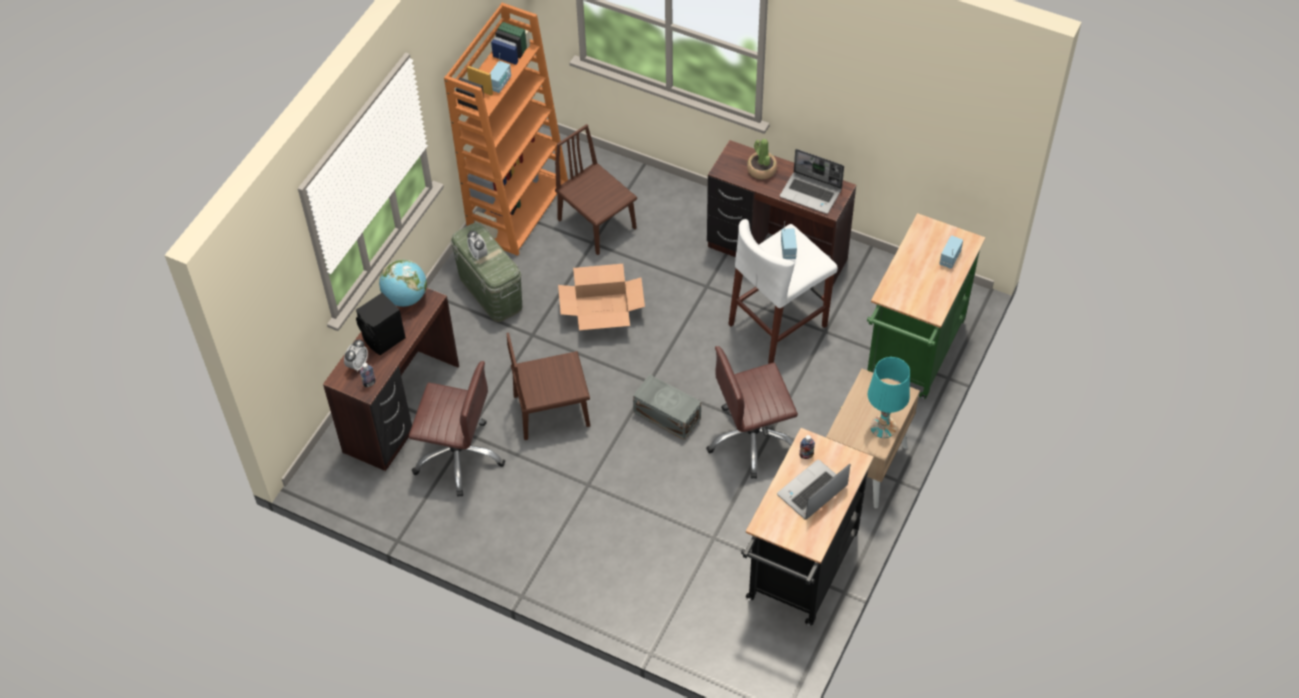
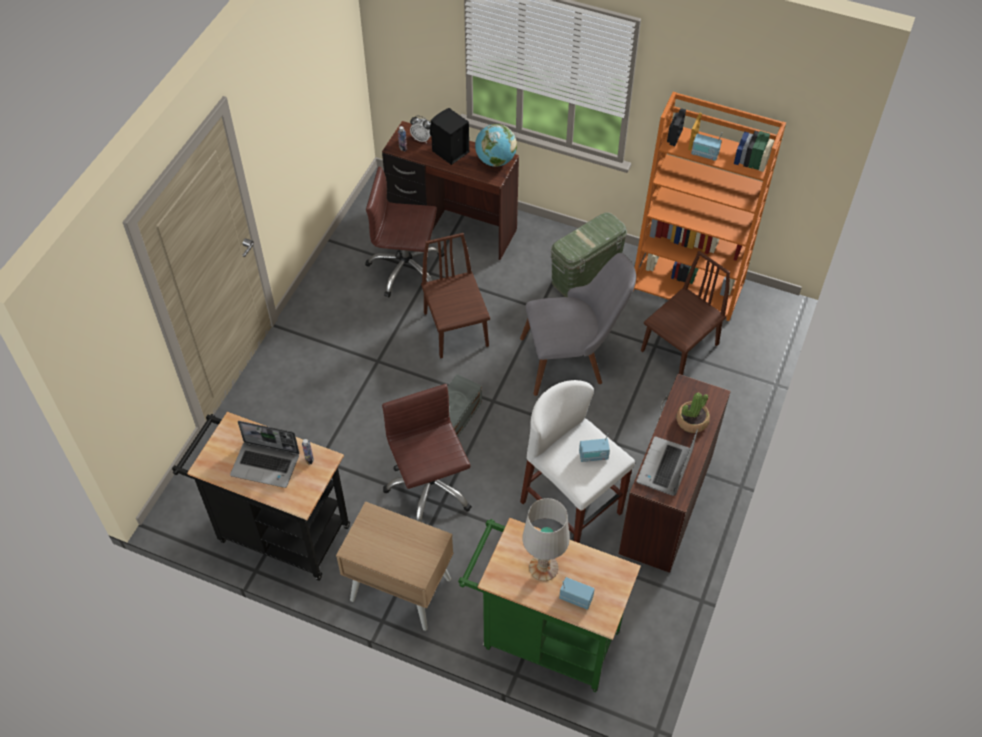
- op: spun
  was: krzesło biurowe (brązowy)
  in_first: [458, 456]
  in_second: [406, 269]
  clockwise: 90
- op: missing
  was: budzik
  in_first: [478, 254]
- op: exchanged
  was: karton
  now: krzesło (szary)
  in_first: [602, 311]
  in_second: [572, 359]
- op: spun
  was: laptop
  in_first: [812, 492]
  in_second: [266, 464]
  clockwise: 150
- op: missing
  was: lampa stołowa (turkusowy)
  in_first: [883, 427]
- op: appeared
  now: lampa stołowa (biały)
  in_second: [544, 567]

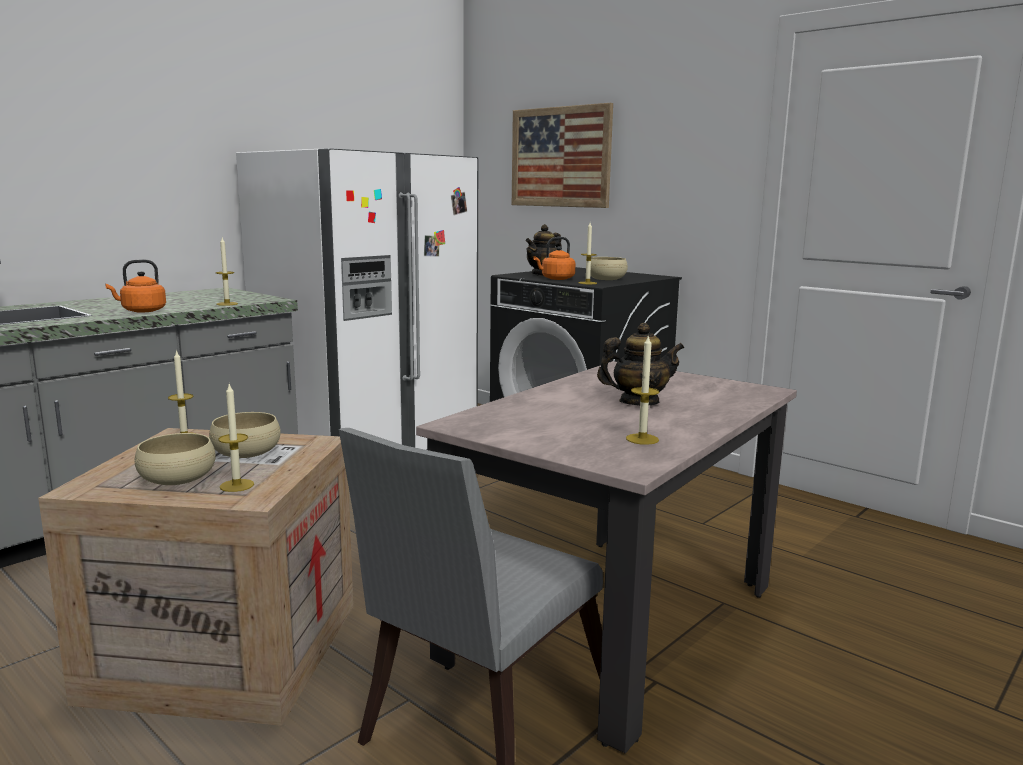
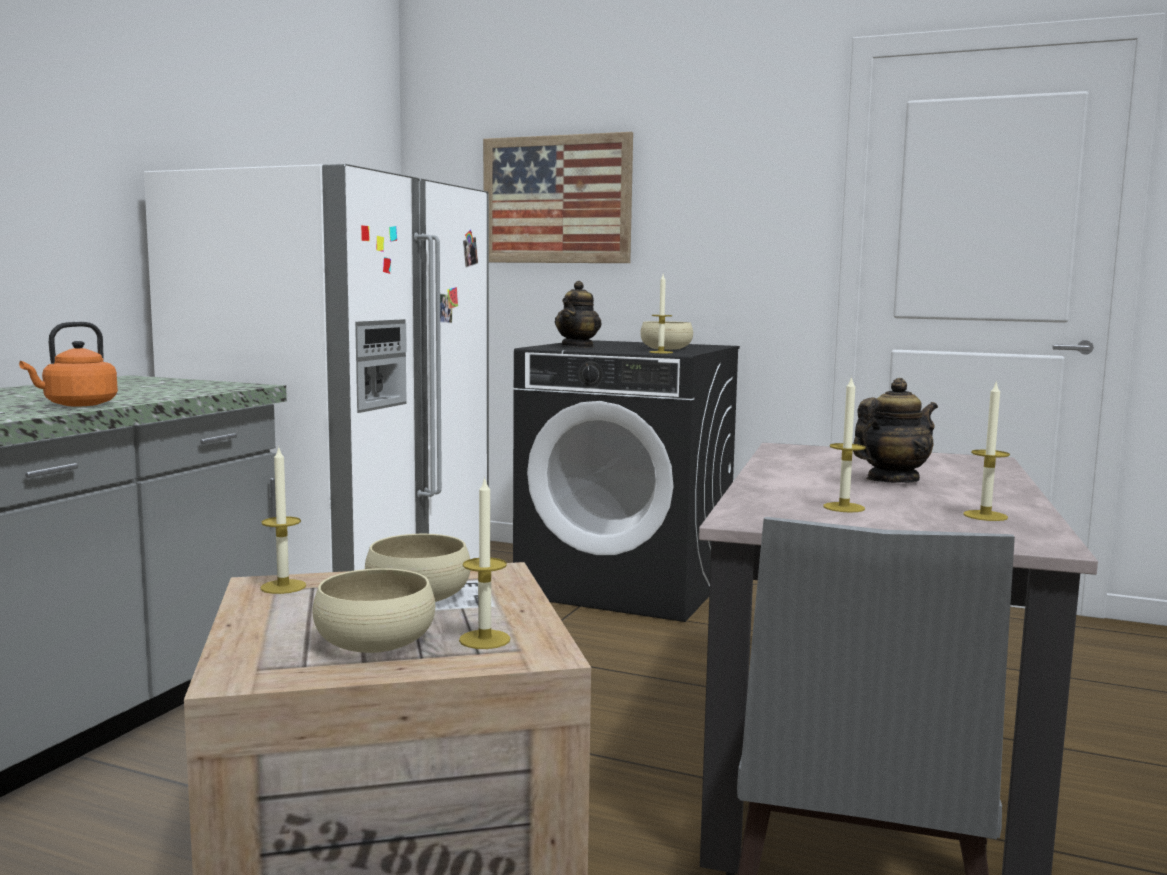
- op: relocated
  was: świeca
  in_first: [227, 304]
  in_second: [844, 507]
- op: missing
  was: czajnik (pomarańczowy)
  in_first: [556, 279]

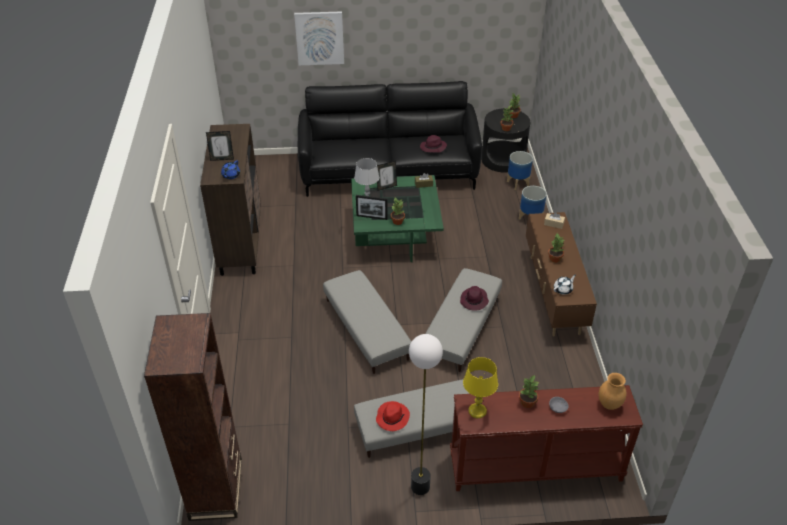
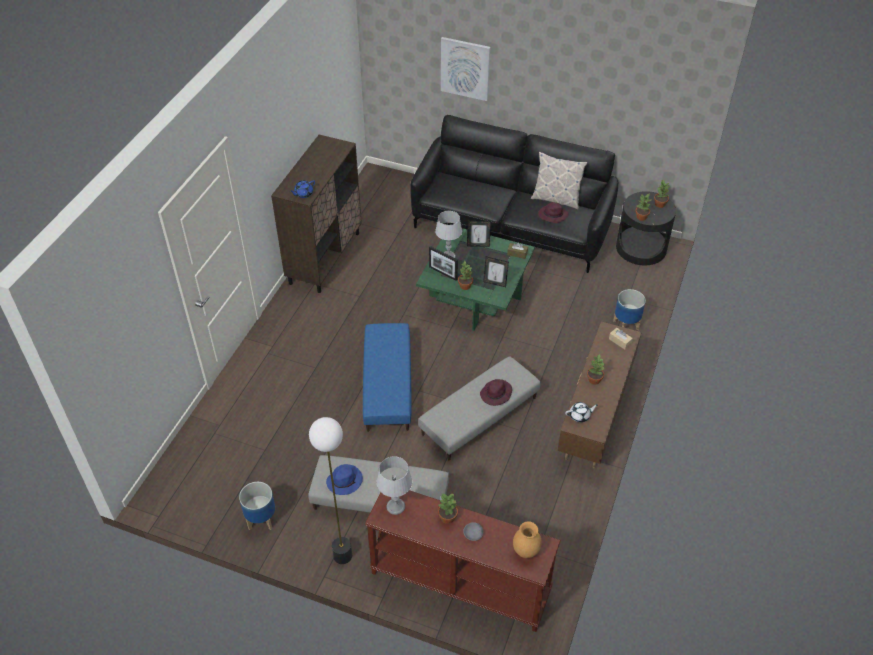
- op: missing
  was: regał (brązowy)
  in_first: [216, 489]
- op: relocated
  was: ramka na zdjęcie
  in_first: [222, 159]
  in_second: [495, 283]
- op: colour
  was: pufa (szary)
  now: pufa (niebieski)
  in_first: [366, 329]
  in_second: [387, 385]
- op: colour
  was: kapelusz (czerwony)
  now: kapelusz (niebieski)
  in_first: [392, 417]
  in_second: [345, 480]
- op: colour
  was: lampa stołowa (żółty)
  now: lampa stołowa (szary)
  in_first: [477, 411]
  in_second: [396, 506]
- op: relocated
  was: donica
  in_first: [518, 183]
  in_second: [261, 520]
- op: appeared
  now: poduszka
  in_second: [556, 199]

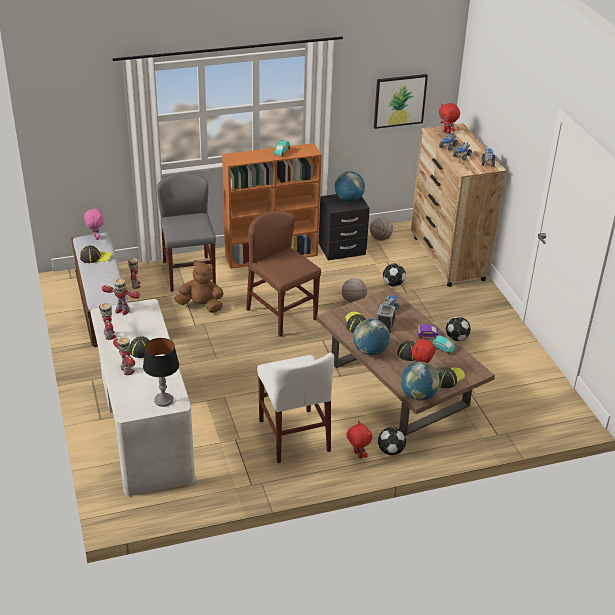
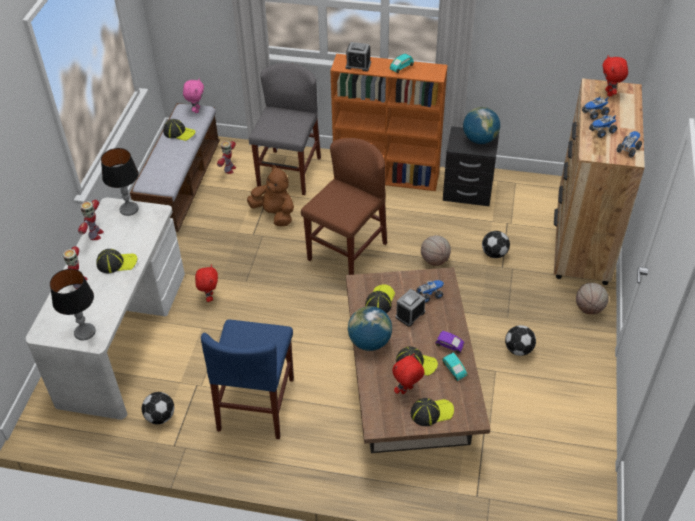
- op: exchanged
  was: robot zabawkowy
  now: lampa stołowa
  in_first: [122, 310]
  in_second: [129, 209]
- op: spun
  was: krzesło (brązowy)
  in_first: [281, 314]
  in_second: [347, 251]
  clockwise: 45
- op: colour
  was: krzesło (biały)
  now: krzesło (niebieski)
  in_first: [294, 435]
  in_second: [256, 404]
- op: relocated
  was: pluszak (czerwony)
  in_first: [357, 455]
  in_second: [209, 297]
- op: relocated
  was: piłka do koszykówki
  in_first: [380, 238]
  in_second: [589, 308]
- op: missing
  was: obraz
  in_first: [399, 100]
- op: relocated
  was: piłka futbolowa
  in_first: [390, 451]
  in_second: [160, 416]
- op: missing
  was: globus
  in_first: [418, 395]
- op: appeared
  now: budzik
  in_second: [358, 65]

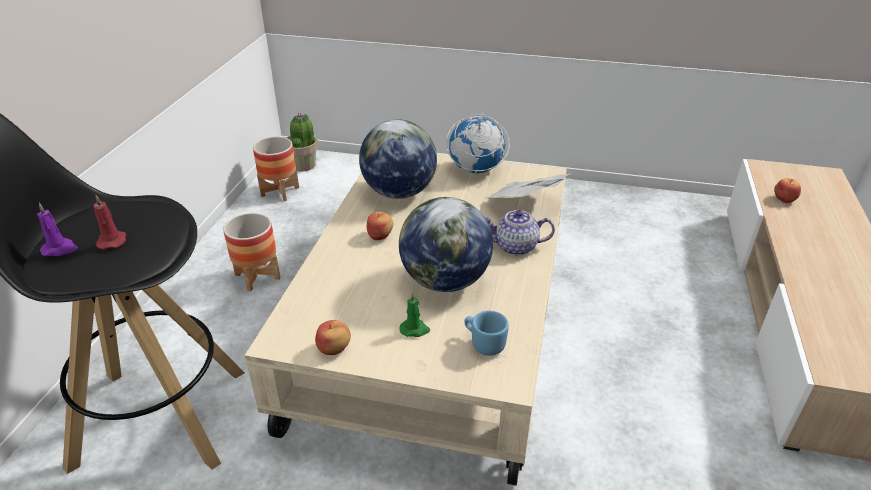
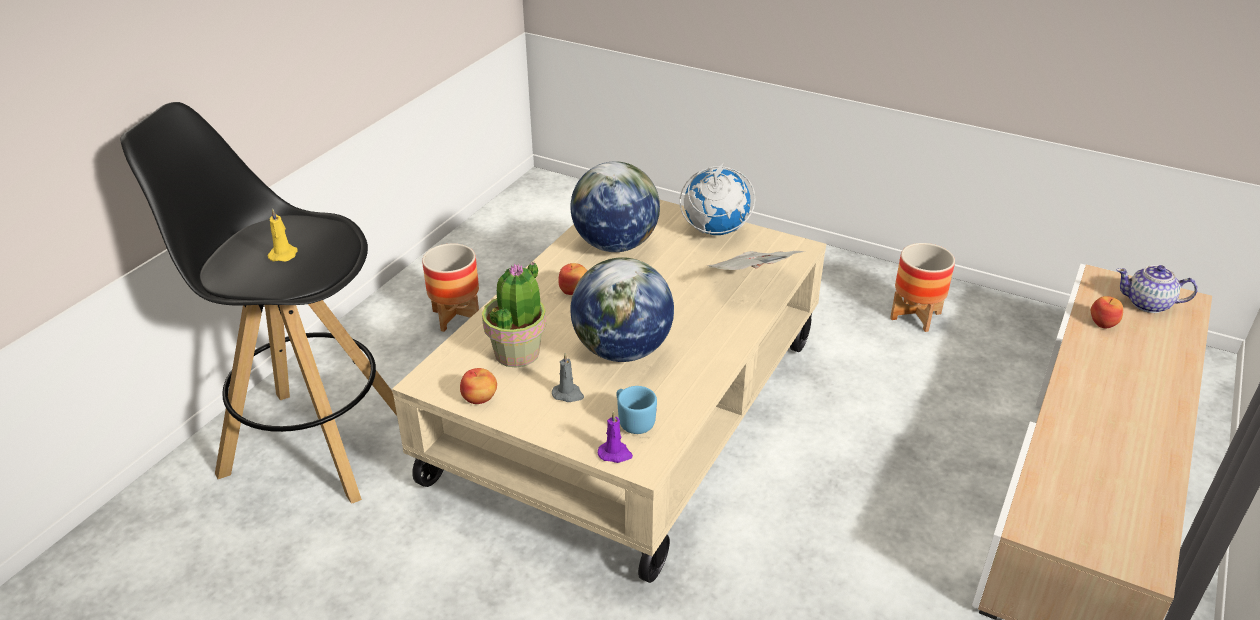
- op: relocated
  was: świeca (fioletowy)
  in_first: [60, 249]
  in_second: [615, 454]
- op: colour
  was: świeca (czerwony)
  now: świeca (żółty)
  in_first: [112, 240]
  in_second: [284, 254]
- op: relocated
  was: donica
  in_first: [280, 191]
  in_second: [915, 316]
- op: relocated
  was: roślina doniczkowa
  in_first: [304, 165]
  in_second: [518, 352]
- op: colour
  was: świeca (zielony)
  now: świeca (szary)
  in_first: [415, 329]
  in_second: [568, 394]
- op: relocated
  was: imbryk
  in_first: [516, 247]
  in_second: [1148, 304]

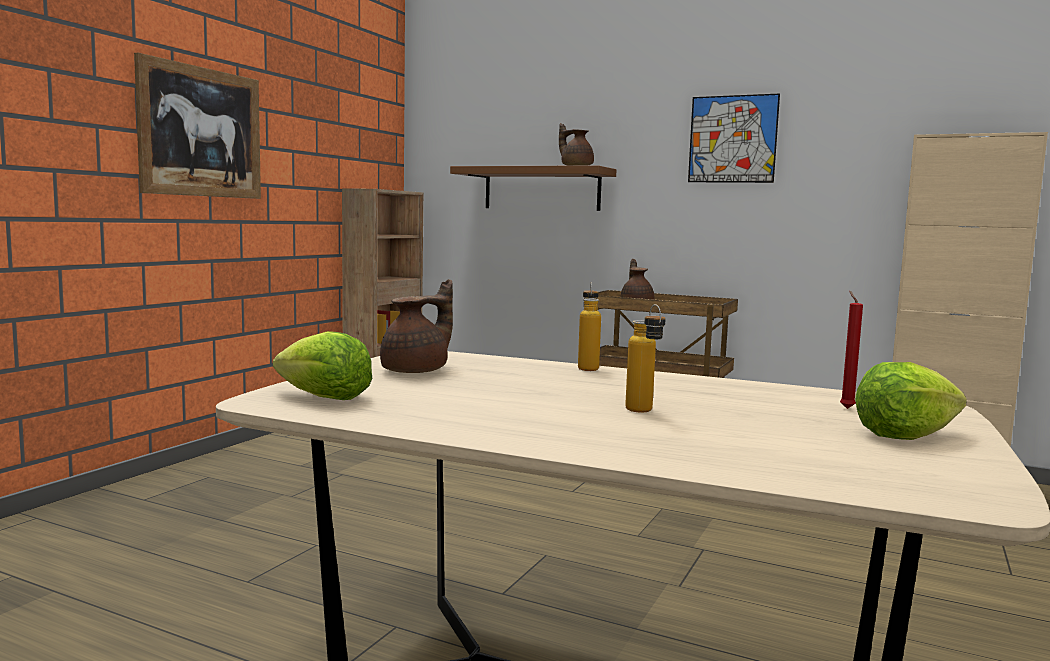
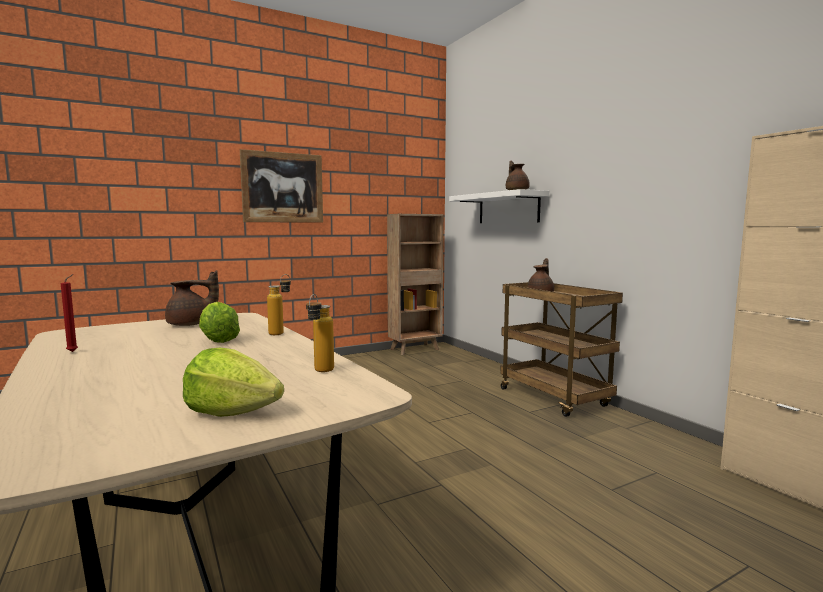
- op: relocated
  was: sałata
  in_first: [324, 398]
  in_second: [218, 340]
- op: colour
  was: półka (brązowy)
  now: półka (biały)
  in_first: [541, 189]
  in_second: [508, 208]
- op: relocated
  was: butelka
  in_first: [643, 412]
  in_second: [320, 372]
- op: missing
  was: obraz
  in_first: [732, 139]
- op: relocated
  was: świeca (czerwony)
  in_first: [845, 408]
  in_second: [74, 351]

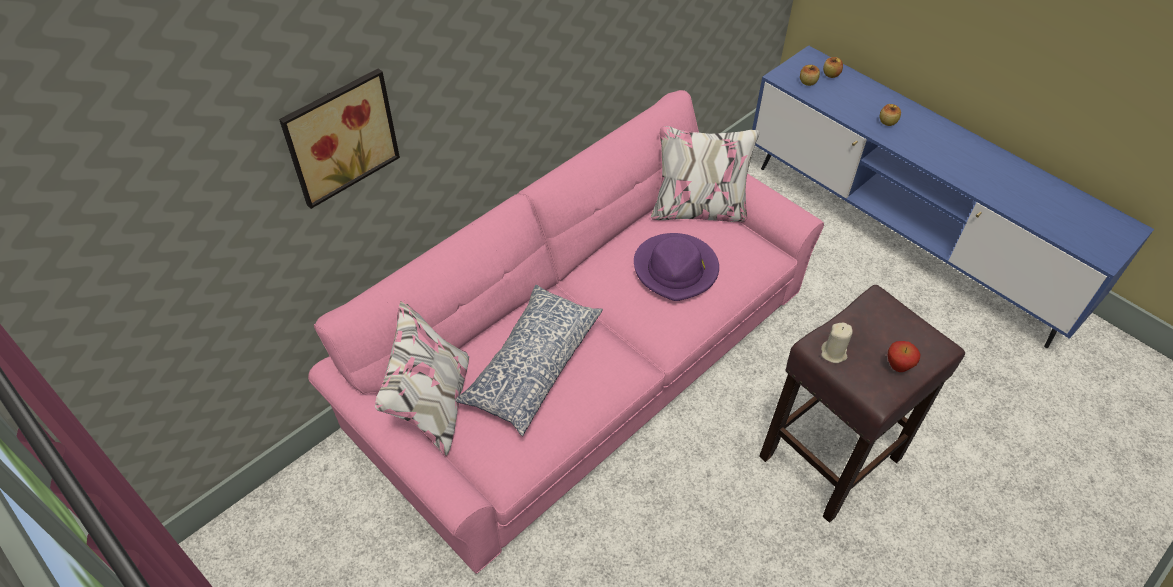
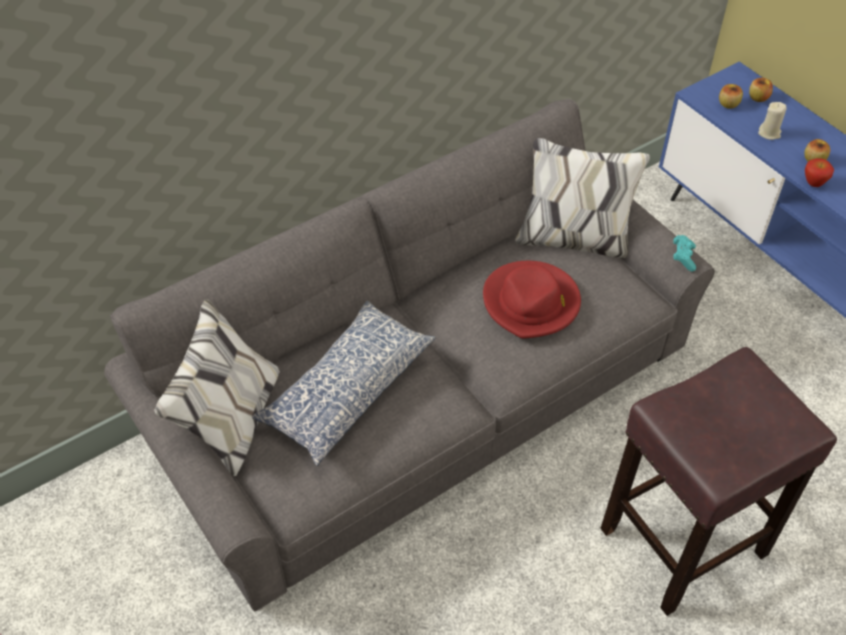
- op: missing
  was: obraz
  in_first: [339, 135]
- op: colour
  was: kanapa (różowy)
  now: kanapa (szary)
  in_first: [585, 363]
  in_second: [422, 397]
- op: colour
  was: kapelusz (fioletowy)
  now: kapelusz (czerwony)
  in_first: [676, 269]
  in_second: [531, 302]
- op: relocated
  was: świeca (beżowy)
  in_first: [833, 353]
  in_second: [769, 133]
- op: relocated
  was: jabłko
  in_first: [897, 367]
  in_second: [813, 184]
- op: appeared
  now: pad do gier (turkusowy)
  in_second: [683, 257]

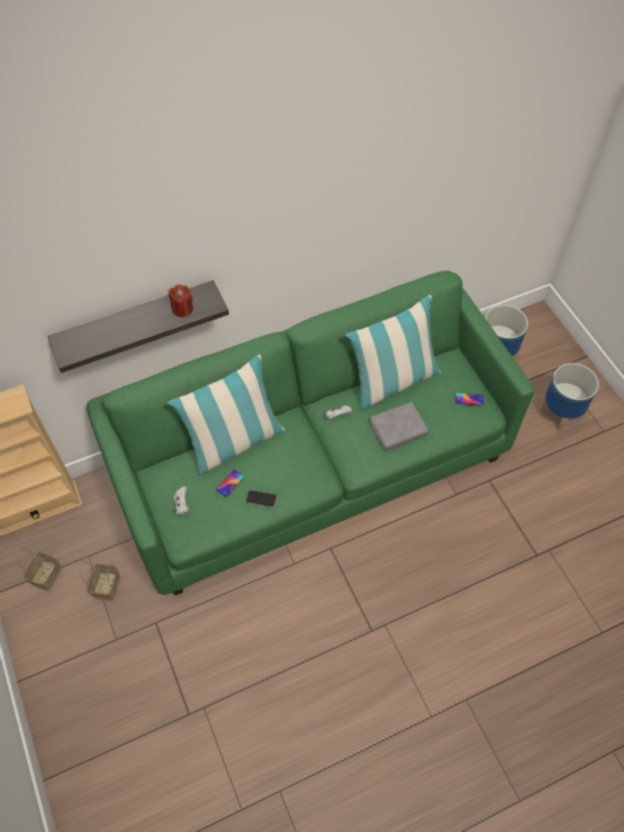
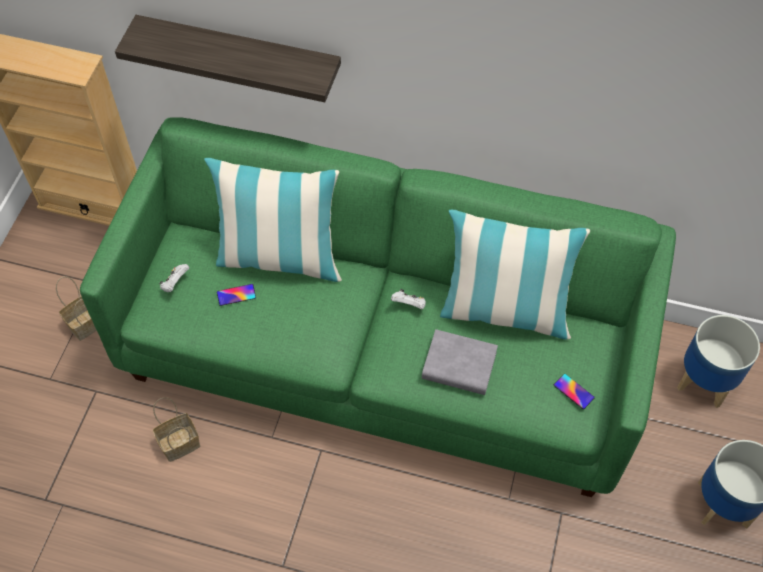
- op: relocated
  was: koszyk
  in_first: [46, 574]
  in_second: [180, 442]
- op: missing
  was: świeca (czerwony)
  in_first: [182, 309]
- op: missing
  was: telefon
  in_first: [261, 499]

